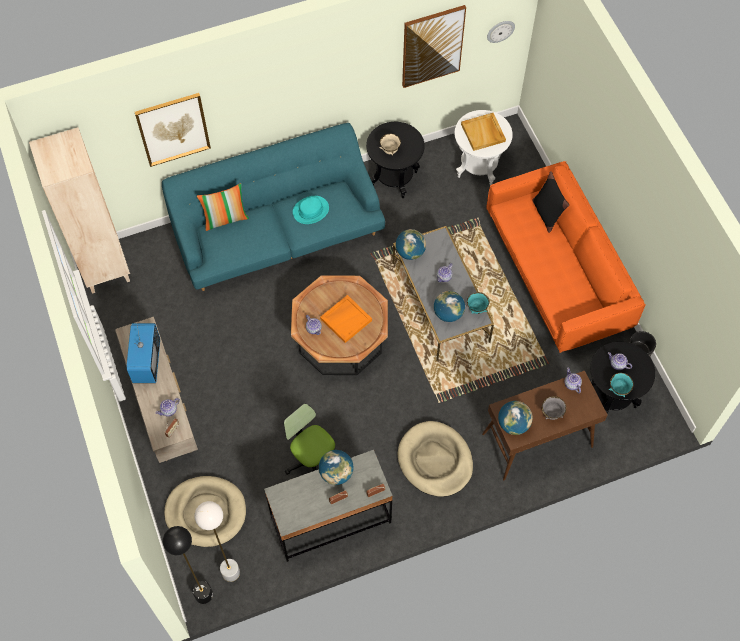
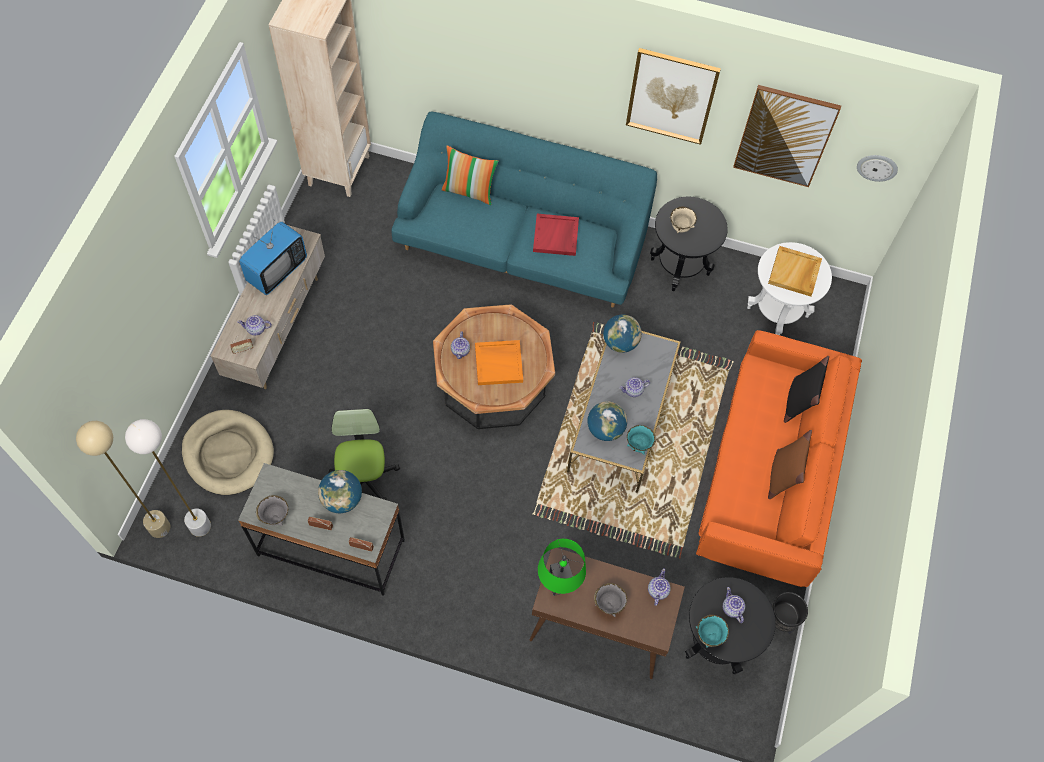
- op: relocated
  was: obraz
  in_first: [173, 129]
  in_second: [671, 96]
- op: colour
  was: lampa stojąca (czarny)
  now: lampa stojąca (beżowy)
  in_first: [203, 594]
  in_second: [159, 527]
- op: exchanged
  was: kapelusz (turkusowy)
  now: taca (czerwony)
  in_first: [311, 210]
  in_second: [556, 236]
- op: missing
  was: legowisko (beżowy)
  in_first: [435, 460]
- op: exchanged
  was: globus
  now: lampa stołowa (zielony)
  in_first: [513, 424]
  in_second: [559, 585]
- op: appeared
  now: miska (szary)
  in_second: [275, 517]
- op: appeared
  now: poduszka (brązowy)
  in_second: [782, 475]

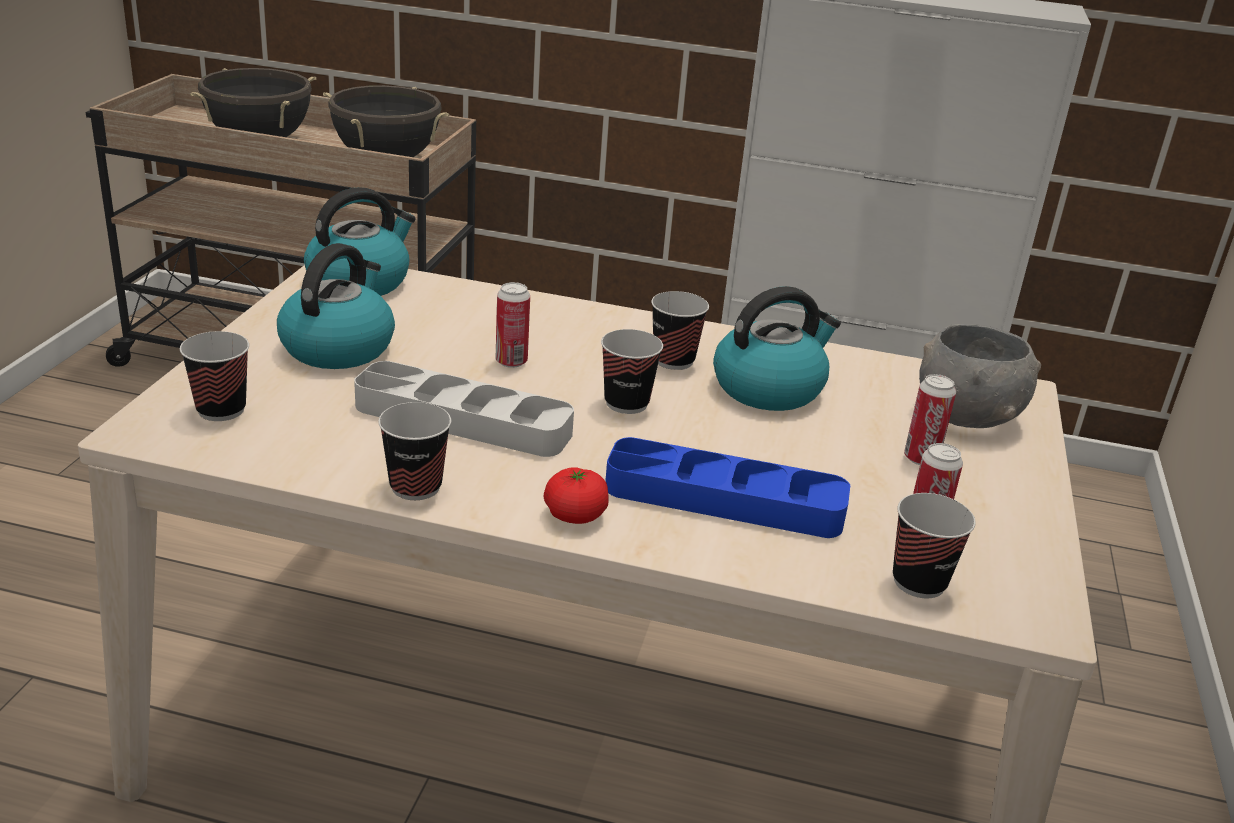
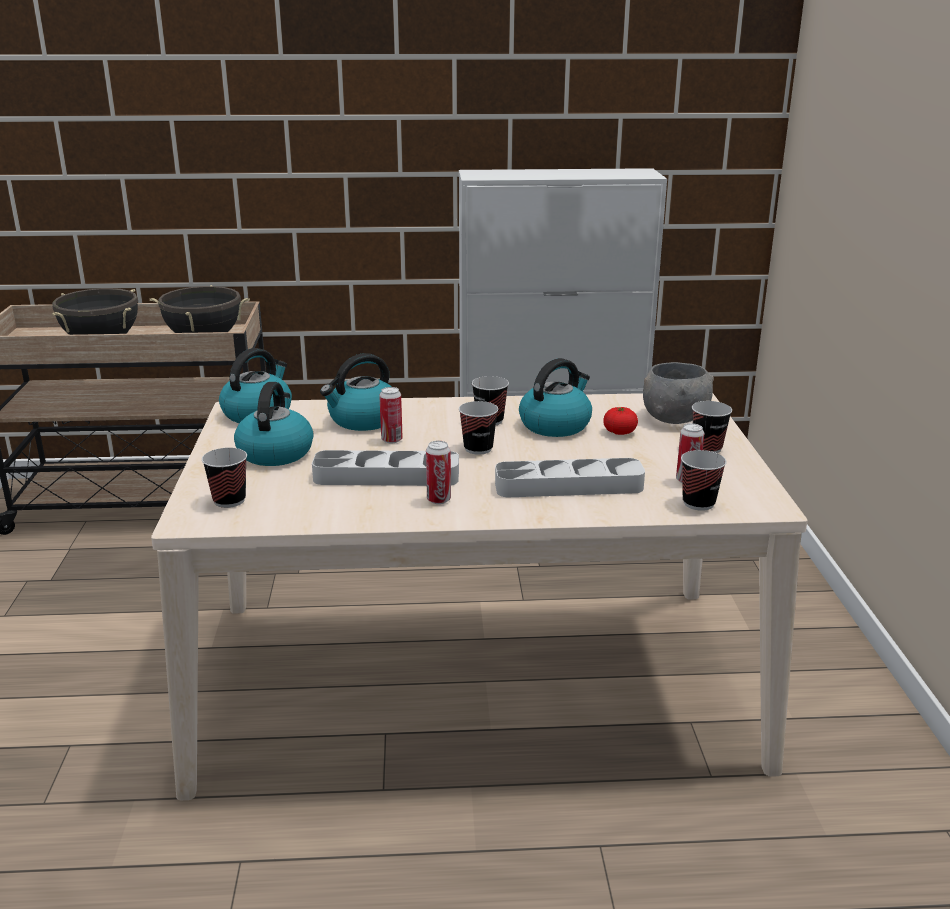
- op: relocated
  was: filiżanka
  in_first: [415, 487]
  in_second: [707, 448]
- op: relocated
  was: pomidor
  in_first: [575, 515]
  in_second: [619, 432]
- op: colour
  was: taca (niebieski)
  now: taca (szary)
  in_first: [724, 499]
  in_second: [569, 486]
- op: relocated
  was: puszka
  in_first: [921, 458]
  in_second: [438, 500]
- op: appeared
  now: czajnik
  in_second: [363, 420]

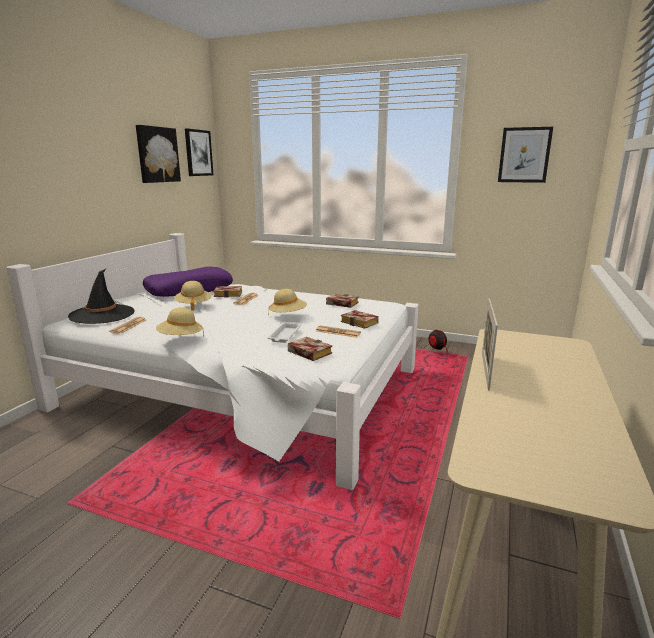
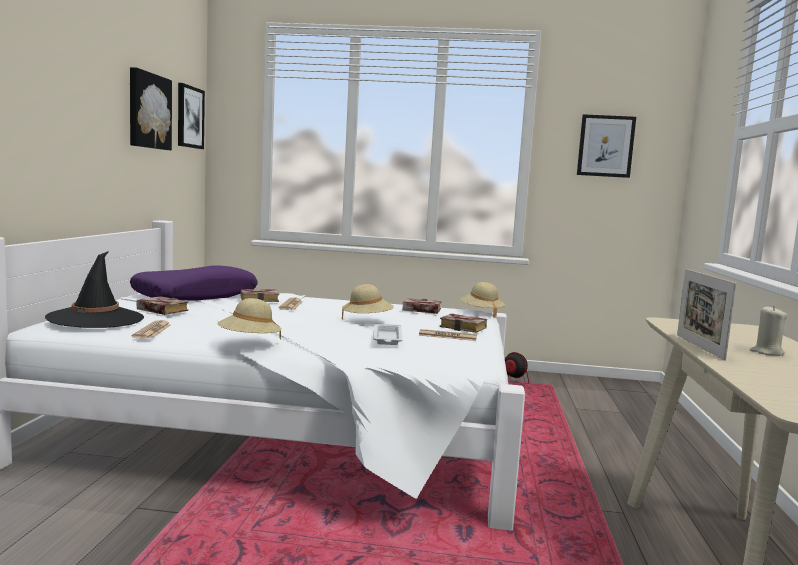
- op: relocated
  was: kapelusz (beżowy)
  in_first: [193, 305]
  in_second: [481, 313]
- op: relocated
  was: książka
  in_first: [307, 352]
  in_second: [160, 310]
- op: appeared
  now: świeca (beżowy)
  in_second: [766, 352]

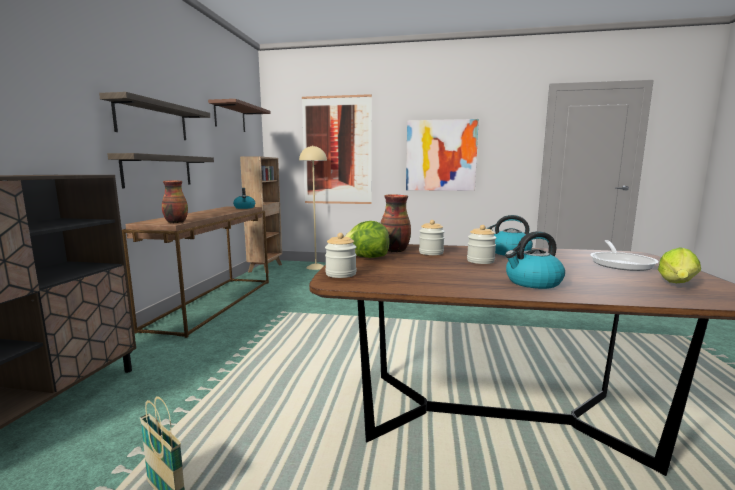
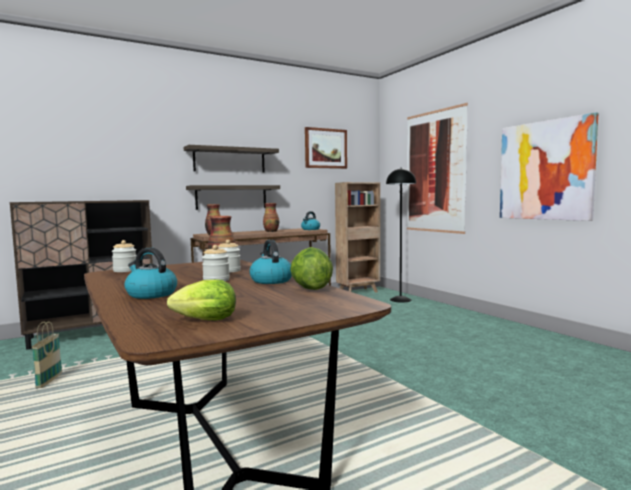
- op: exchanged
  was: półka (brązowy)
  now: obraz
  in_first: [230, 117]
  in_second: [325, 148]
- op: colour
  was: lampa stojąca (beżowy)
  now: lampa stojąca (czarny)
  in_first: [316, 267]
  in_second: [400, 300]
- op: relocated
  was: sałata
  in_first: [367, 257]
  in_second: [310, 288]
- op: missing
  was: patelnia
  in_first: [621, 263]
- op: appeared
  now: wazon
  in_second: [271, 231]

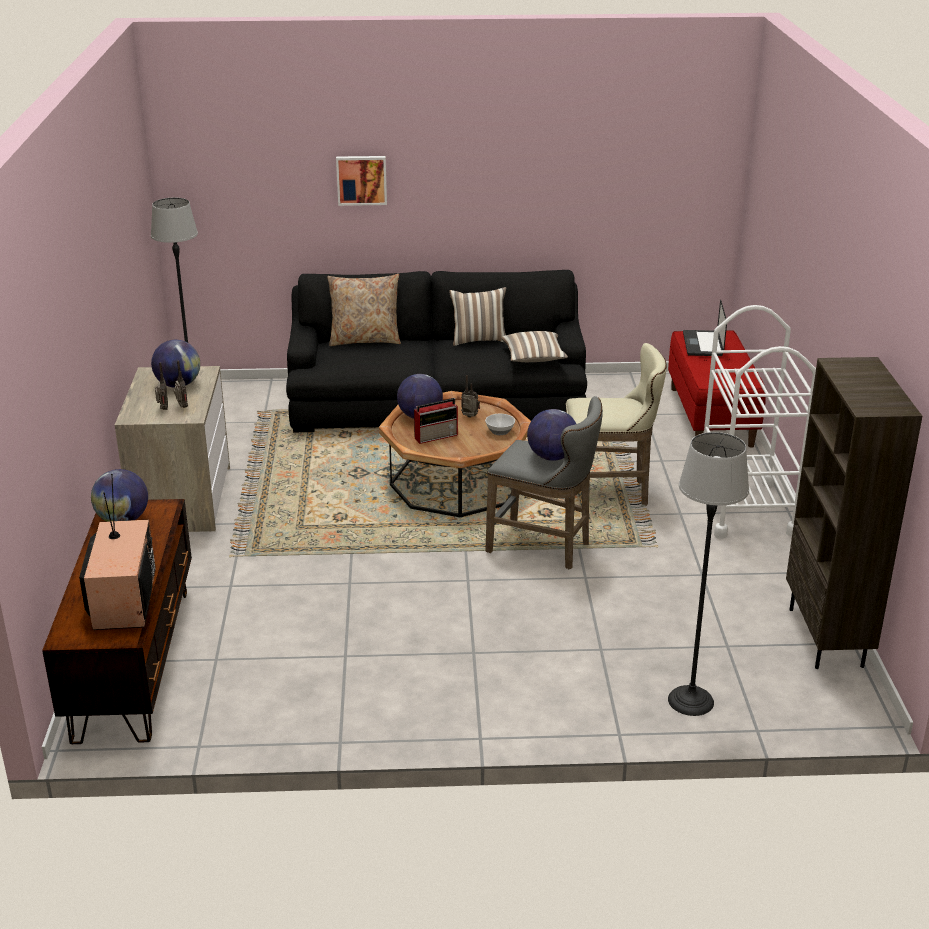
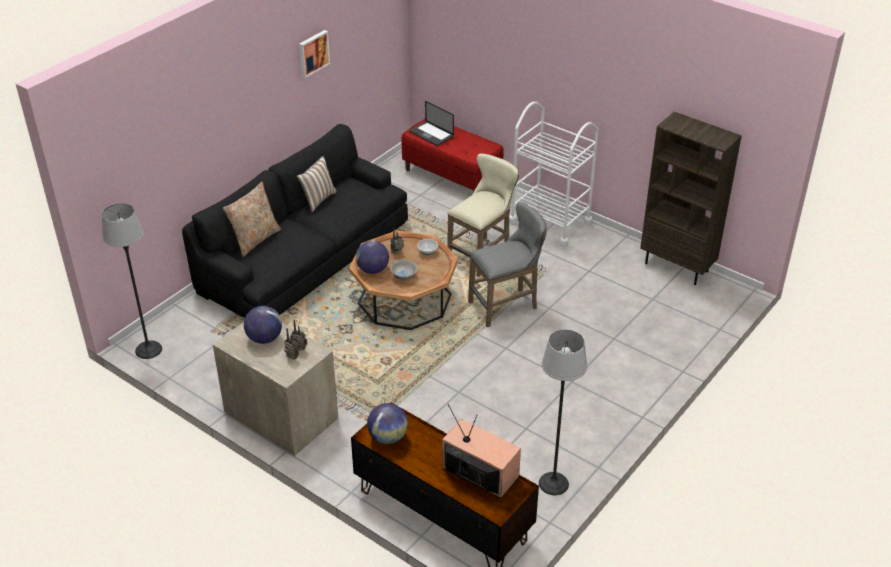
- op: relocated
  was: obraz
  in_first: [361, 180]
  in_second: [313, 53]
- op: exchanged
  was: radio
  now: miska (biały)
  in_first: [437, 436]
  in_second: [403, 276]
- op: missing
  was: poduszka
  in_first: [534, 358]
- op: missing
  was: globus
  in_first: [552, 457]
- op: relocated
  was: lampa stojąca
  in_first: [690, 701]
  in_second: [553, 484]

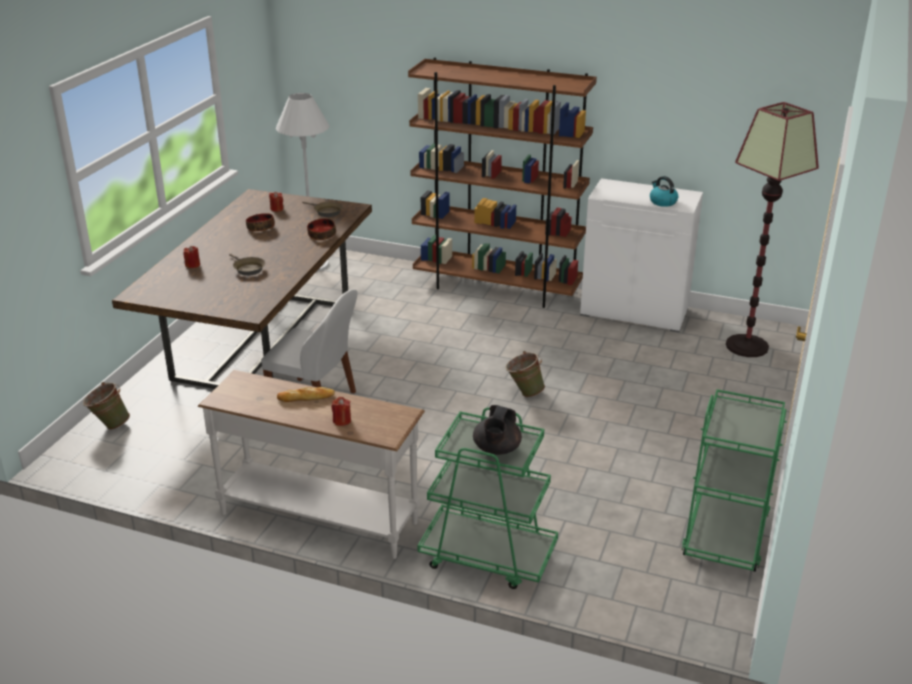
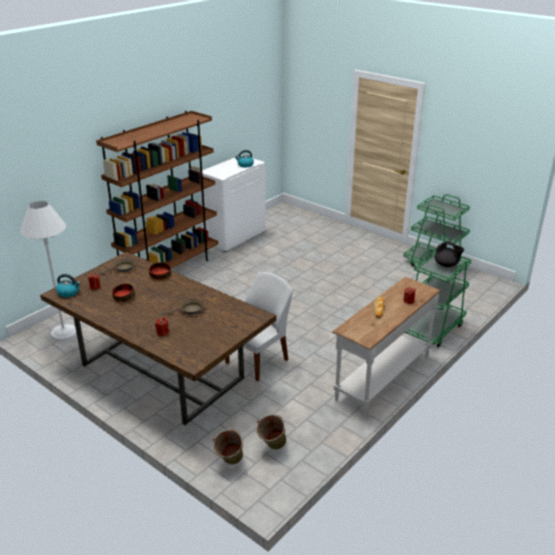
- op: relocated
  was: wiadro (zielony)
  in_first: [524, 392]
  in_second: [272, 447]
- op: missing
  was: lampa stojąca
  in_first: [746, 346]
- op: appeared
  now: czajnik
  in_second: [69, 292]

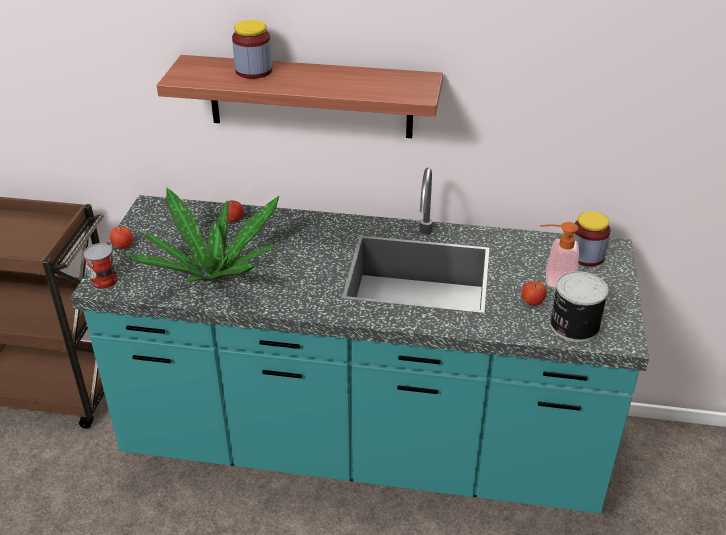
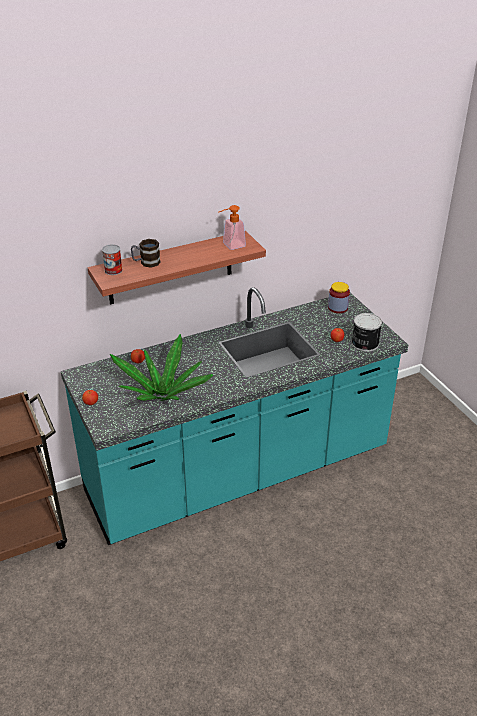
- op: relocated
  was: puszka
  in_first: [104, 281]
  in_second: [113, 270]
- op: exchanged
  was: słoik
  now: kubek
  in_first: [253, 71]
  in_second: [146, 262]
- op: relocated
  was: dozownik mydła
  in_first: [553, 279]
  in_second: [230, 246]

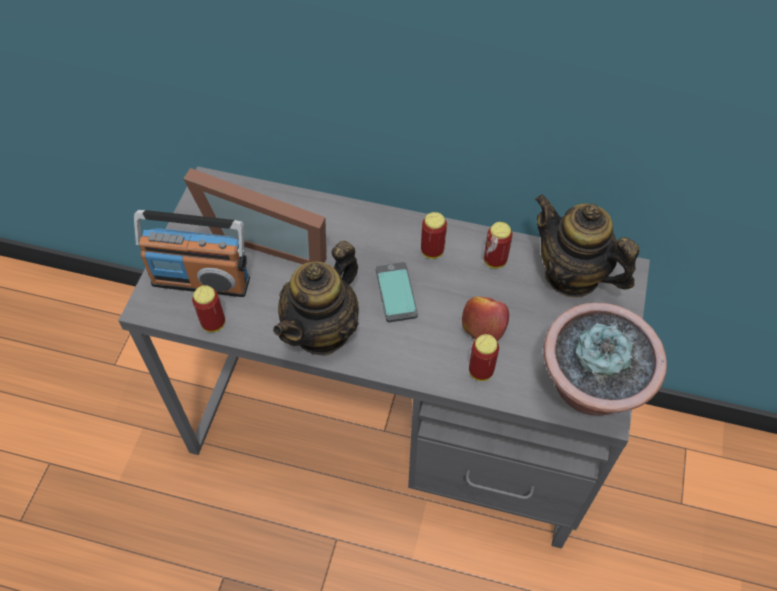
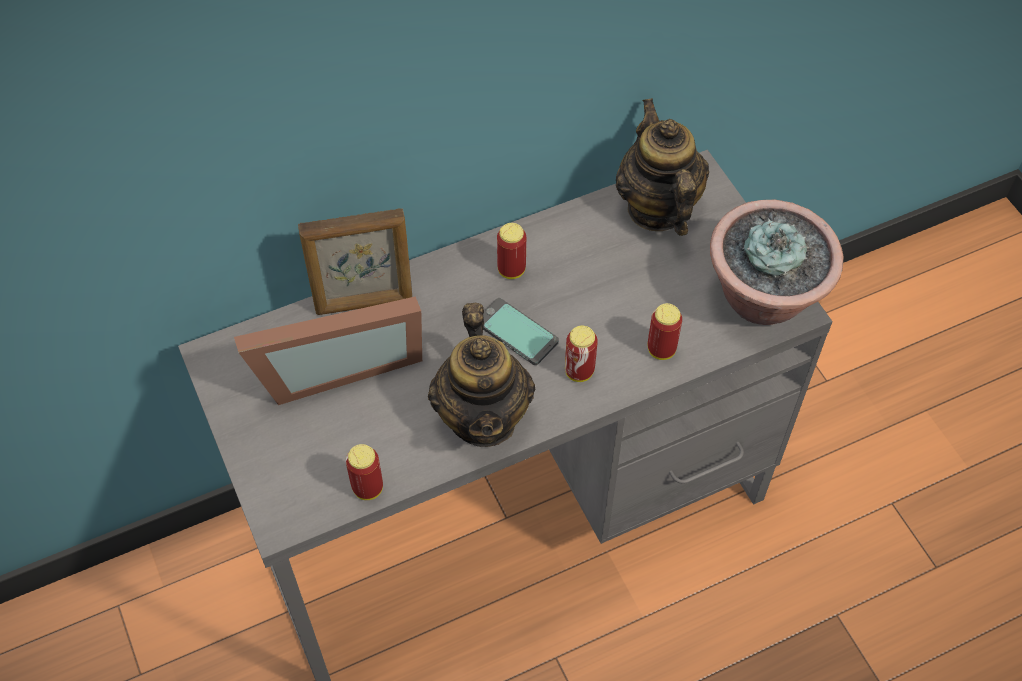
- op: missing
  was: radio
  in_first: [201, 280]
- op: missing
  was: jabłko
  in_first: [484, 324]
- op: relocated
  was: puszka
  in_first: [495, 260]
  in_second: [579, 371]
- op: spun
  was: imbryk
  in_first: [572, 275]
  in_second: [657, 208]
  clockwise: 75
- op: appeared
  now: ramka na zdjęcie
  in_second: [364, 303]

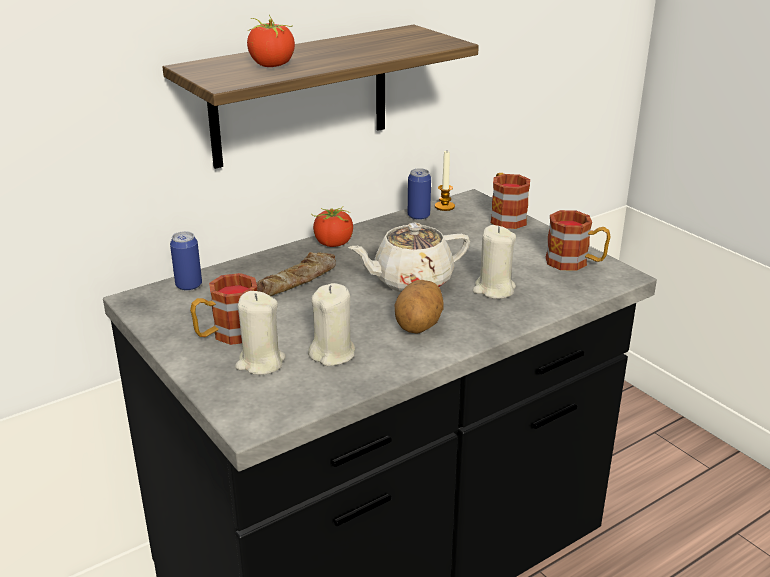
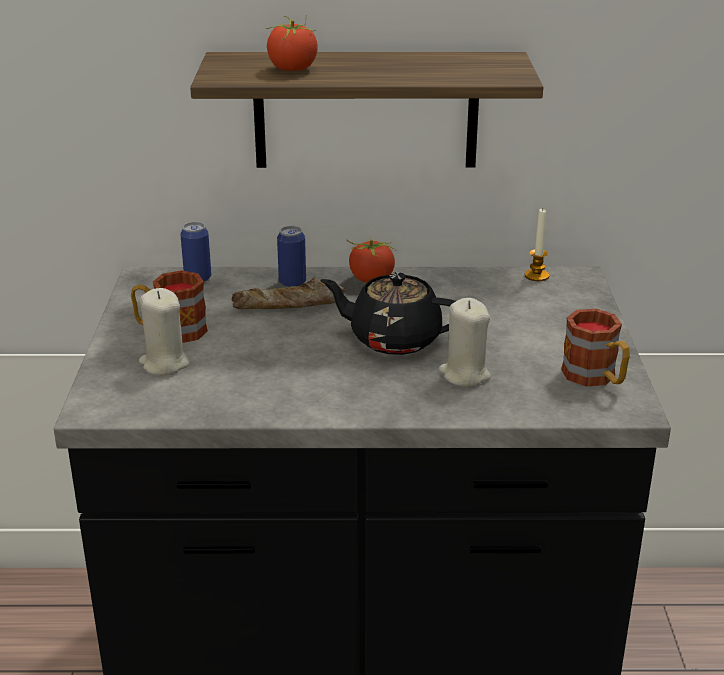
- op: missing
  was: świeca (beżowy)
  in_first: [333, 354]
- op: colour
  was: imbryk (beżowy)
  now: imbryk (czarny)
  in_first: [411, 281]
  in_second: [393, 339]
- op: missing
  was: ziemniak
  in_first: [419, 326]
- op: relocated
  was: puszka
  in_first: [418, 216]
  in_second: [292, 282]
- op: missing
  was: kubek
  in_first: [505, 217]

